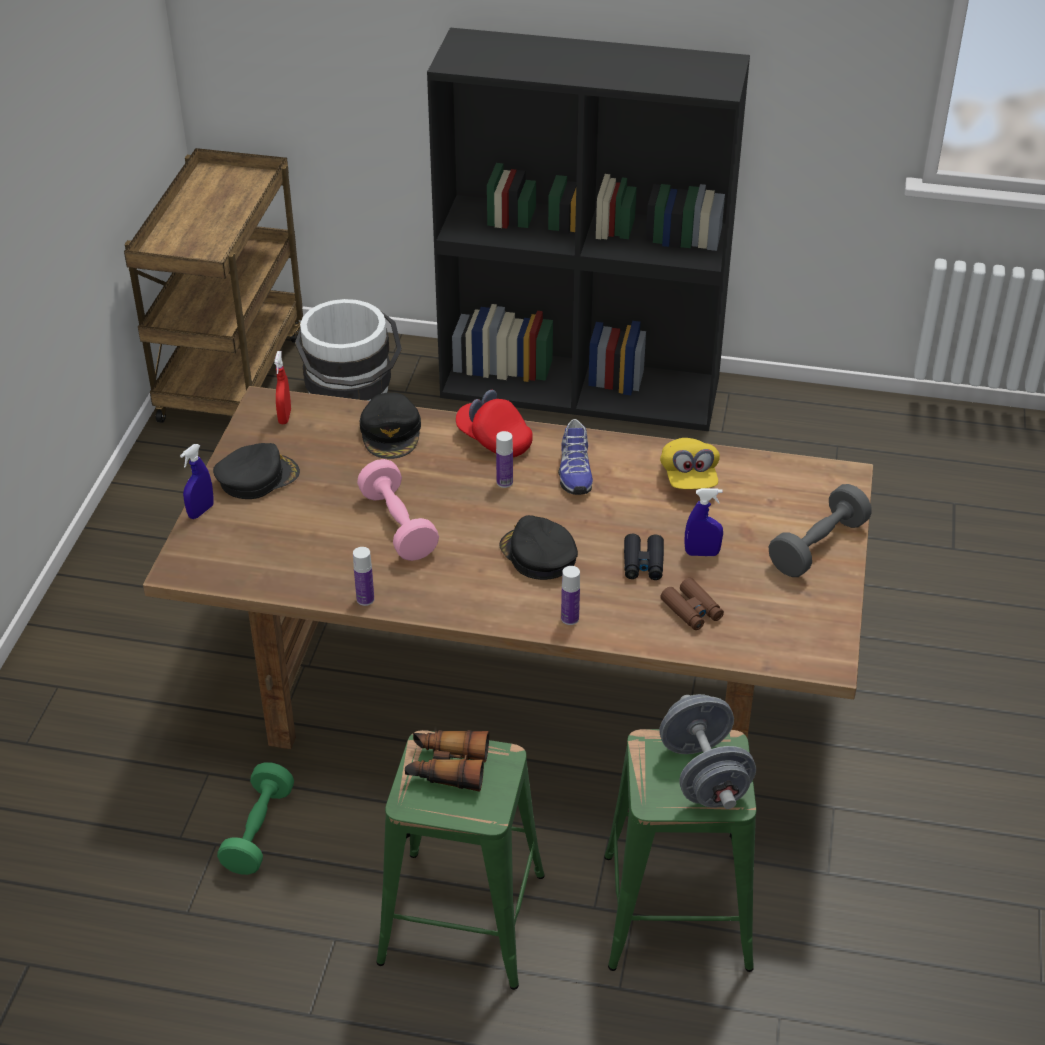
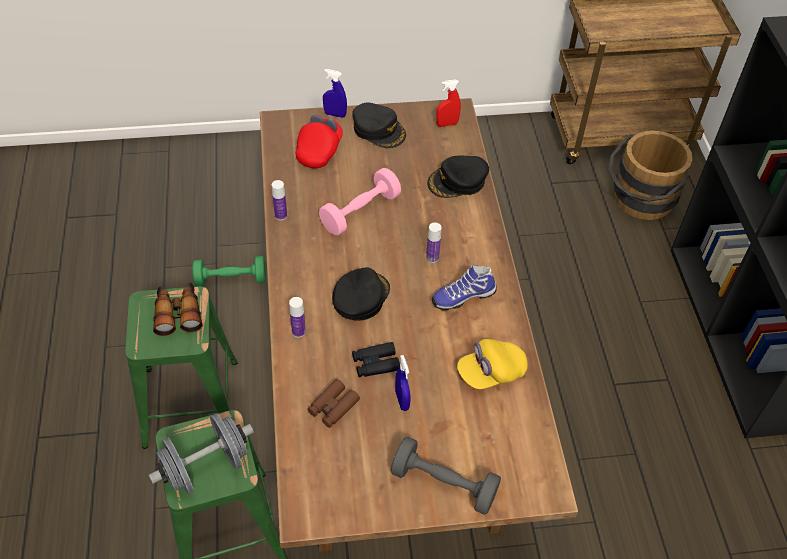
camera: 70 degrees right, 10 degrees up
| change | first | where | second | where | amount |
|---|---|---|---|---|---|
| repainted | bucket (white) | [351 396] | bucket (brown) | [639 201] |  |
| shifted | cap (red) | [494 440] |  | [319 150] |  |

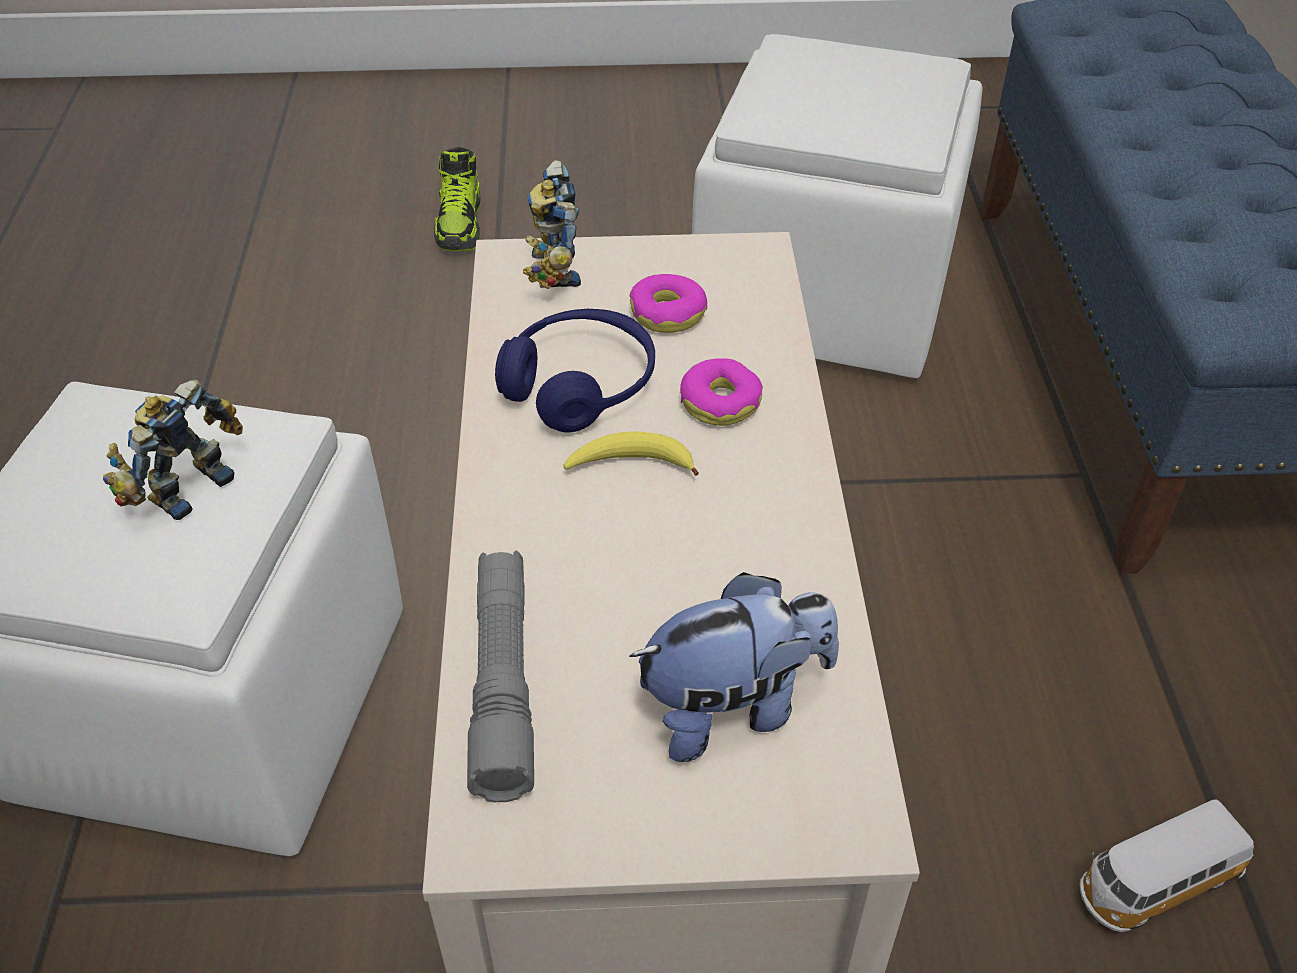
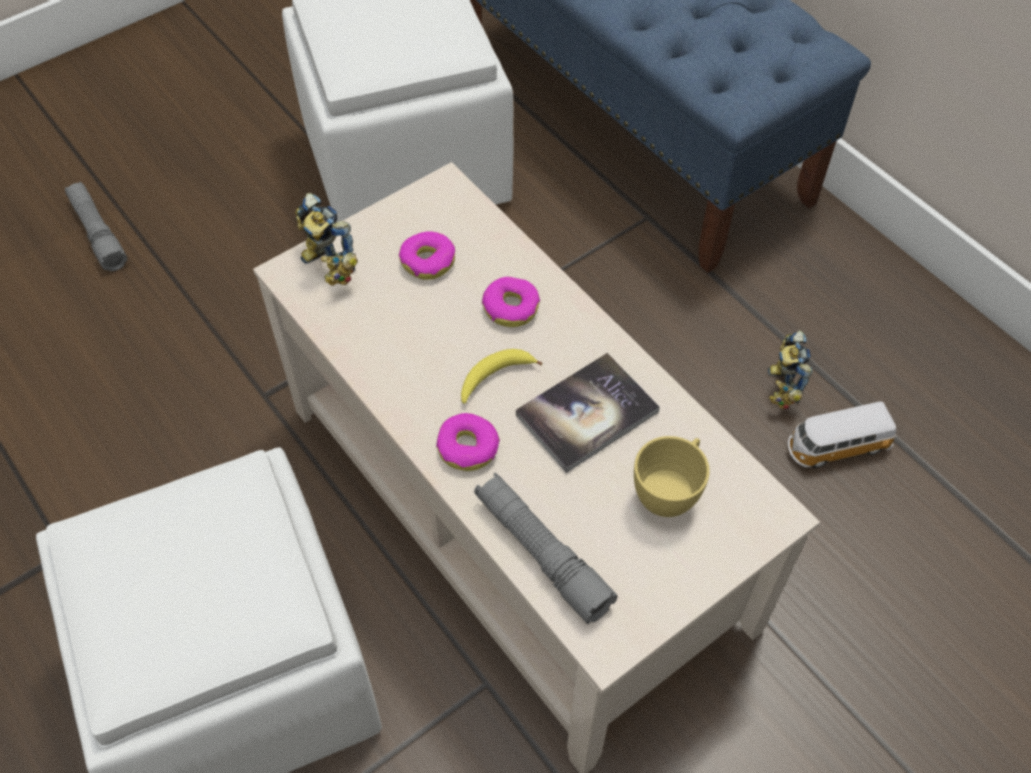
camera: 35 degrees left, 10 degrees up
| change | first | where | second | where | amount |
|---|---|---|---|---|---|
| shifted | toy robot | [185 486] |  | [780 386] |  |
| swapped | shoe | [460 225] | flashlight (grey) | [98 233] |  |
| gone | headphones (blue) | [579 385] |  |  |  |
| swapped | plush toy | [733 707] | cup (yellow) | [670 491] |  |
| rotated | toy car | [1154 884] |  | [835 446] | 45 degrees clockwise |
| new |  |  | donut | [468 448] |  |
| new |  |  | book | [587 413] |  |

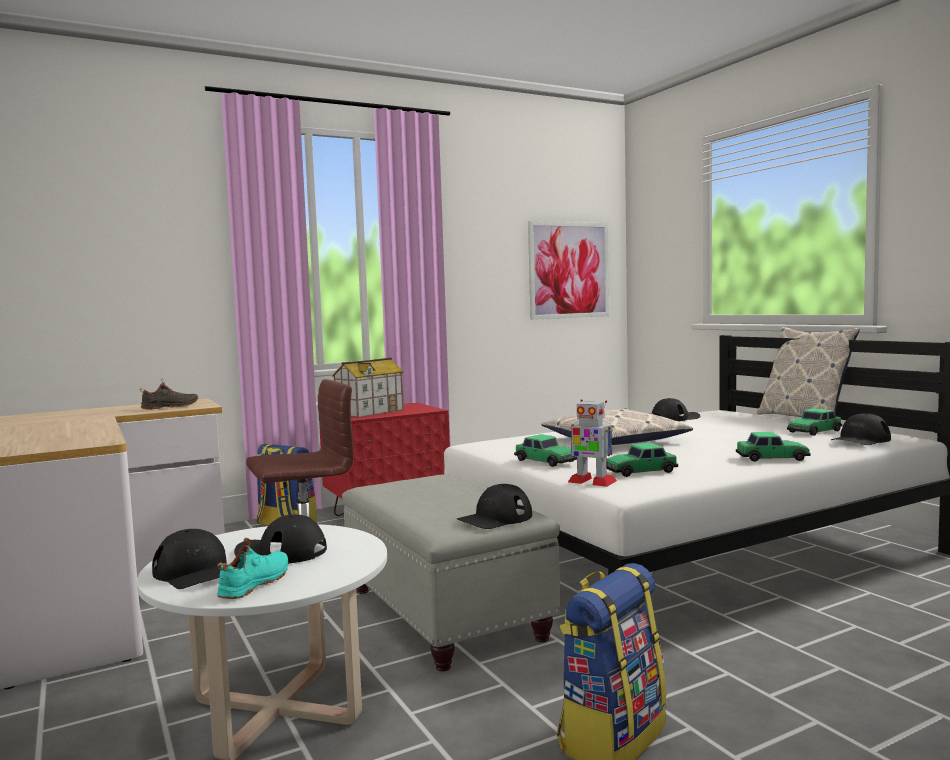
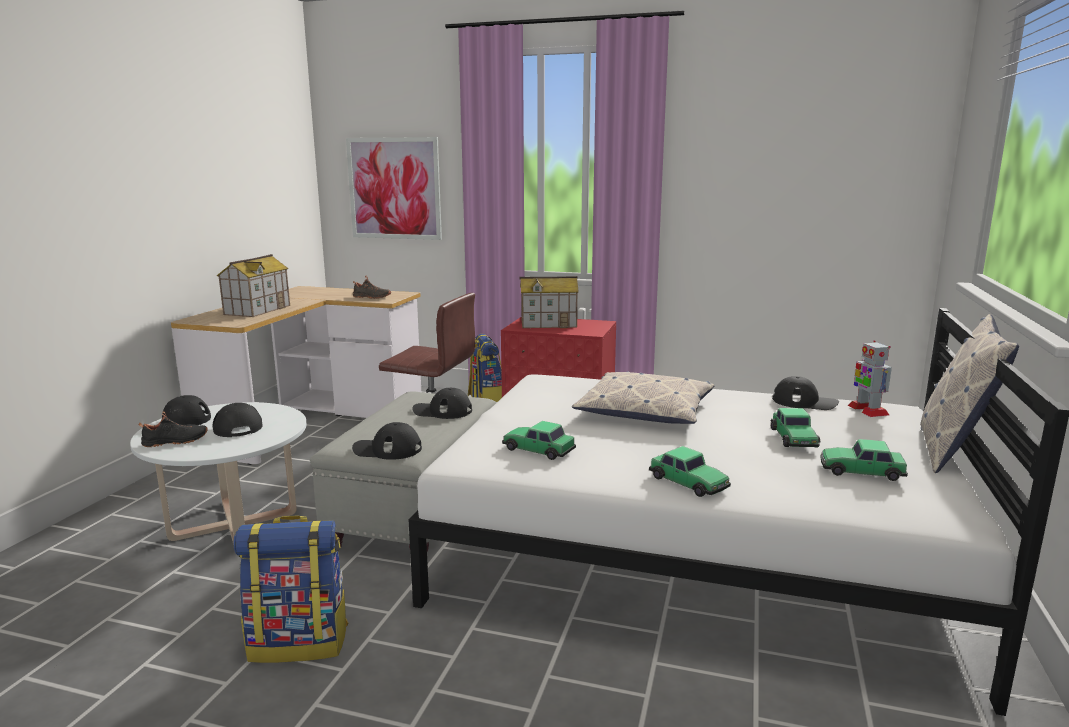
camera: 45 degrees right, 10 degrees up
| change | first | where | second | where | amount |
|---|---|---|---|---|---|
| repainted | shoe (turquoise) | [256 584] | shoe (black) | [175 442] |  |
| shifted | toy car | [546 461] |  | [793 438] |  |
| shifted | picture | [569 270] |  | [394 188] |  |
| shifted | toy robot | [591 481] |  | [867 410] |  |
| shifted | cap (black) | [860 440] |  | [442 411] |  |
| new |  |  | toy house | [257 310] |  |

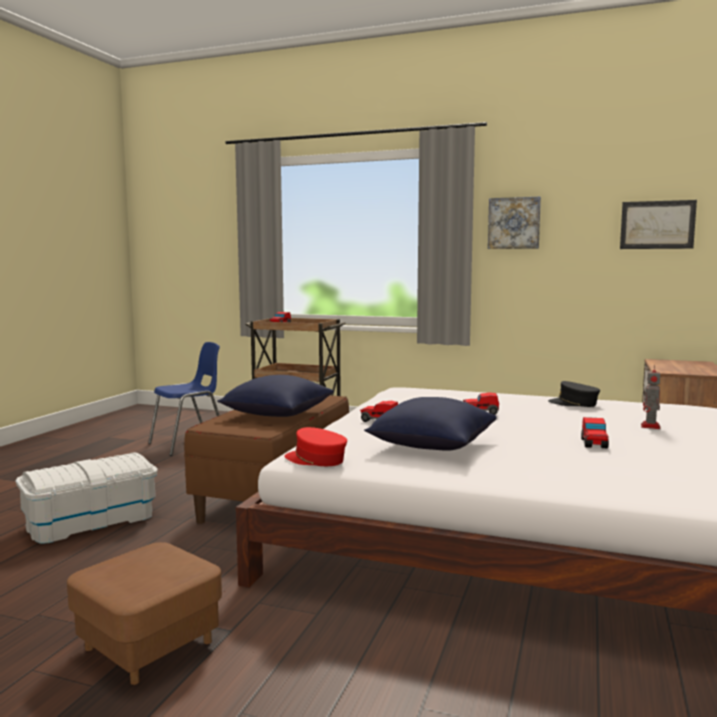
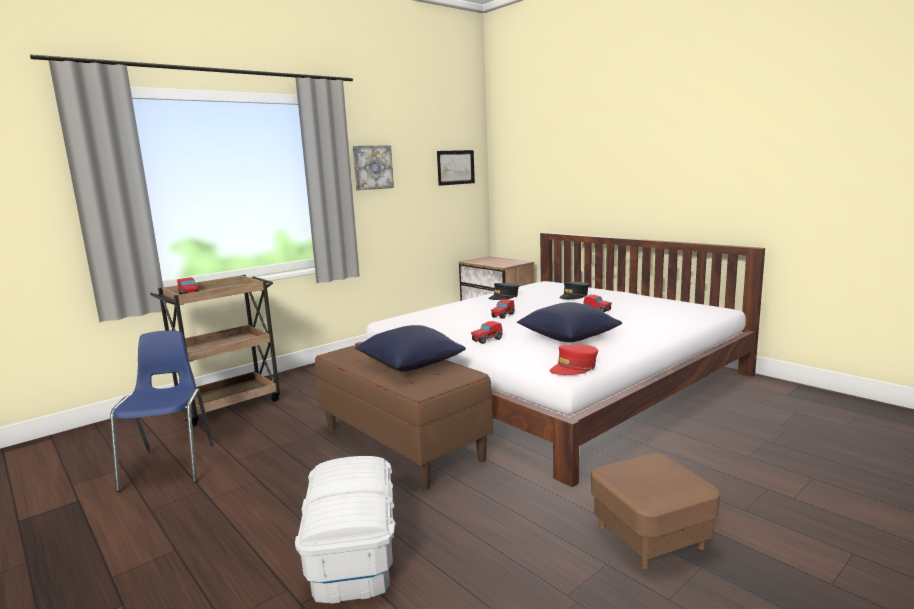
camera: 60 degrees left, 5 degrees up
| change | first | where | second | where | amount |
|---|---|---|---|---|---|
| swapped | toy robot | [650 427] | cap (black) | [574 296] |  |

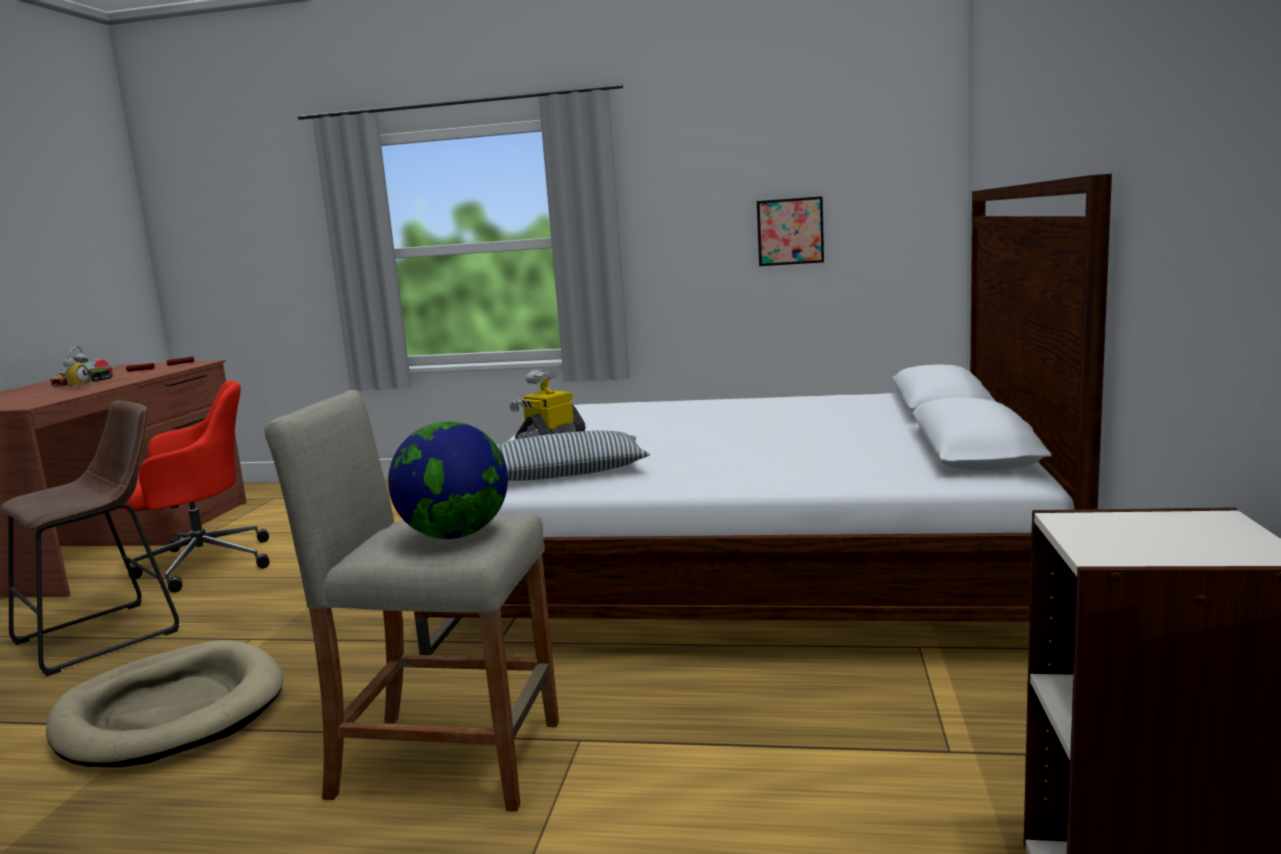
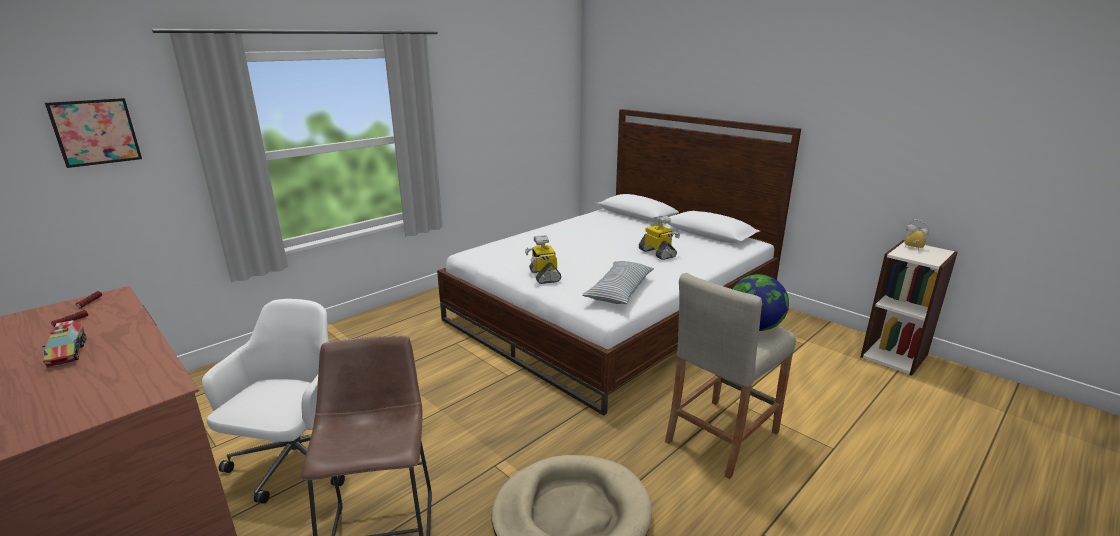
camera: 55 degrees left, 10 degrees up
| change | first | where | second | where | amount |
|---|---|---|---|---|---|
| shifted | alarm clock | [77 387] |  | [912 248] |  |
| repainted | office chair (red) | [201 564] | office chair (white) | [295 462] |  |
| shifted | picture | [790 231] |  | [95 132] |  |
| new |  |  | toy robot | [658 253] |  |

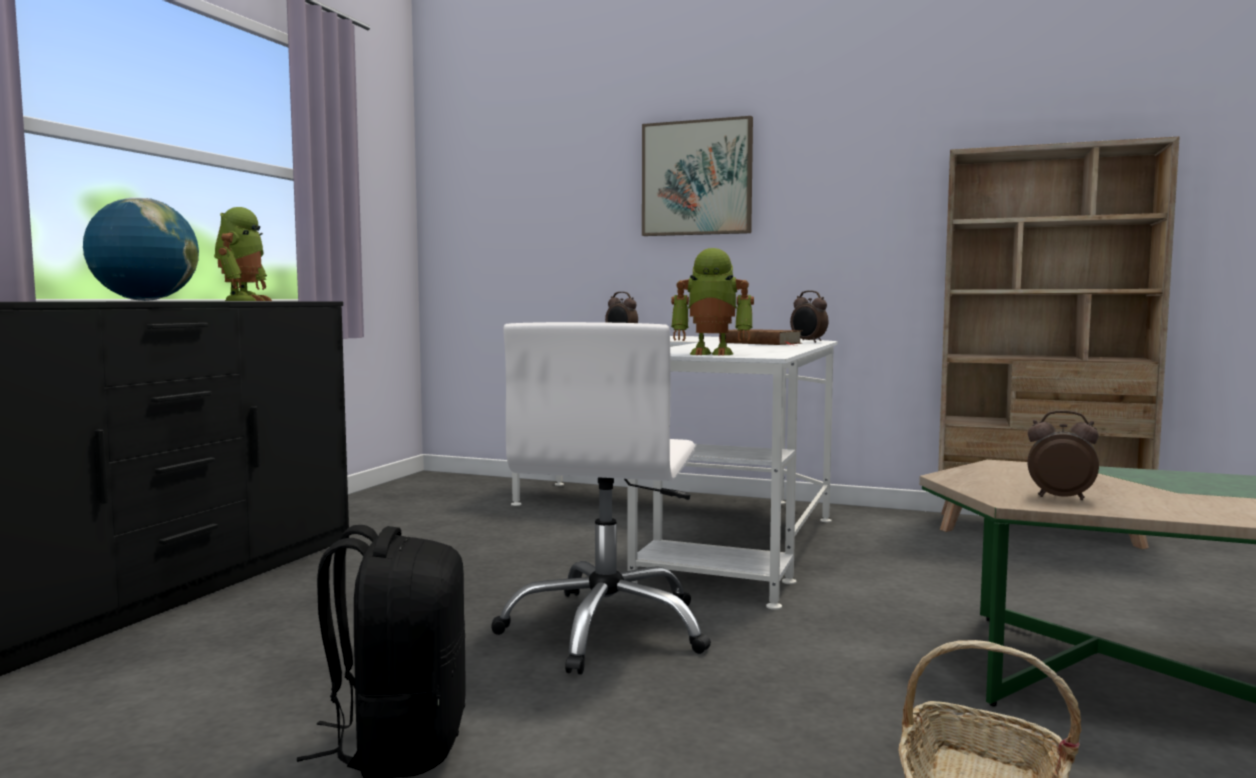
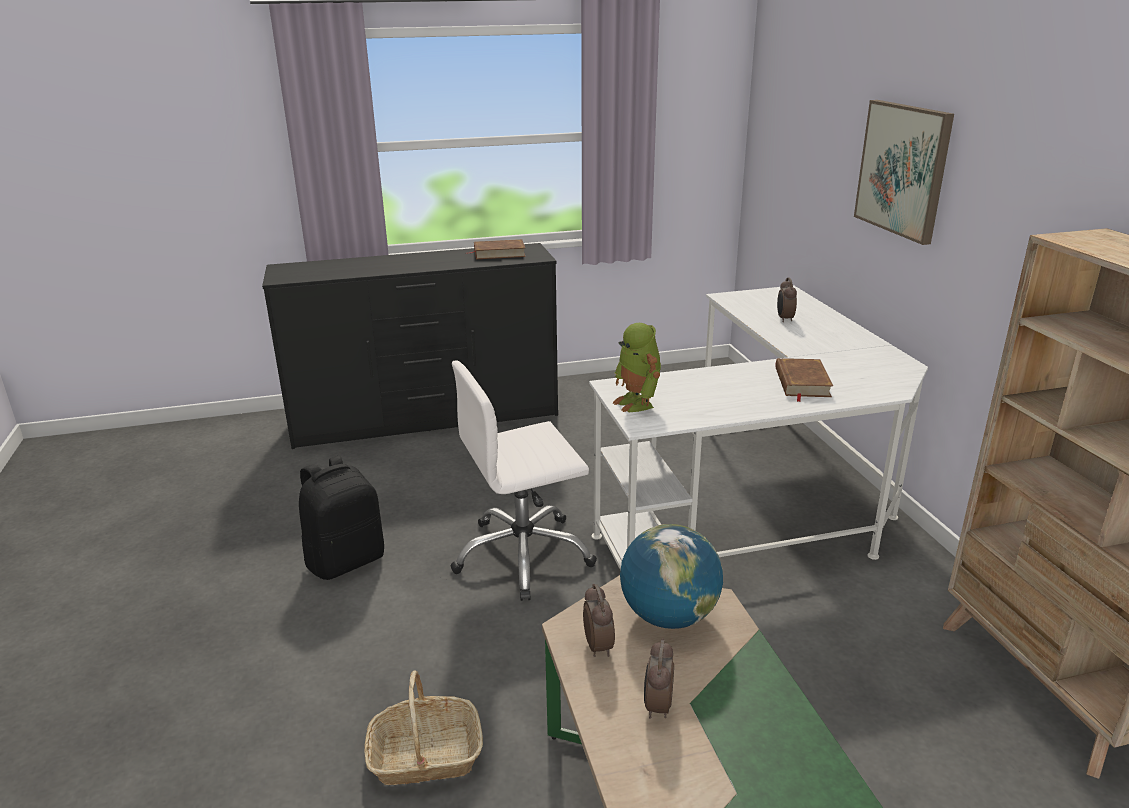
camera: 55 degrees right, 20 degrees up
| change | first | where | second | where | amount |
|---|---|---|---|---|---|
| shifted | globe | [145 301] |  | [669 616] |  |
| swapped | toy robot | [243 300] | book (brown) | [499 253] |  |
| shifted | alarm clock | [808 342] |  | [657 706] |  |

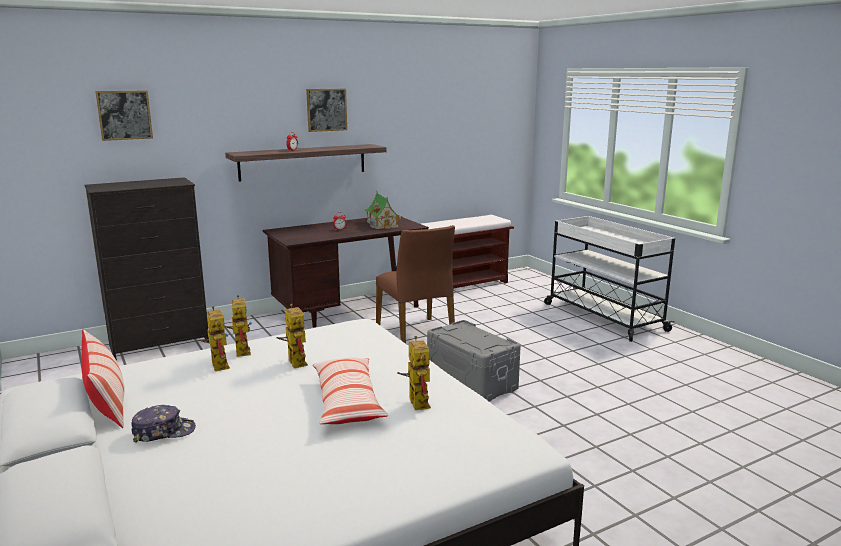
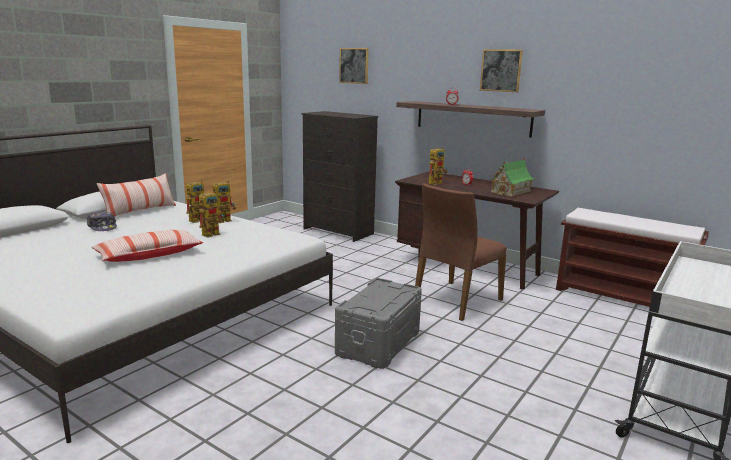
camera: 65 degrees right, 0 degrees up
| change | first | where | second | where | amount |
|---|---|---|---|---|---|
| shifted | toy robot | [415 401] |  | [436 183] |  |

